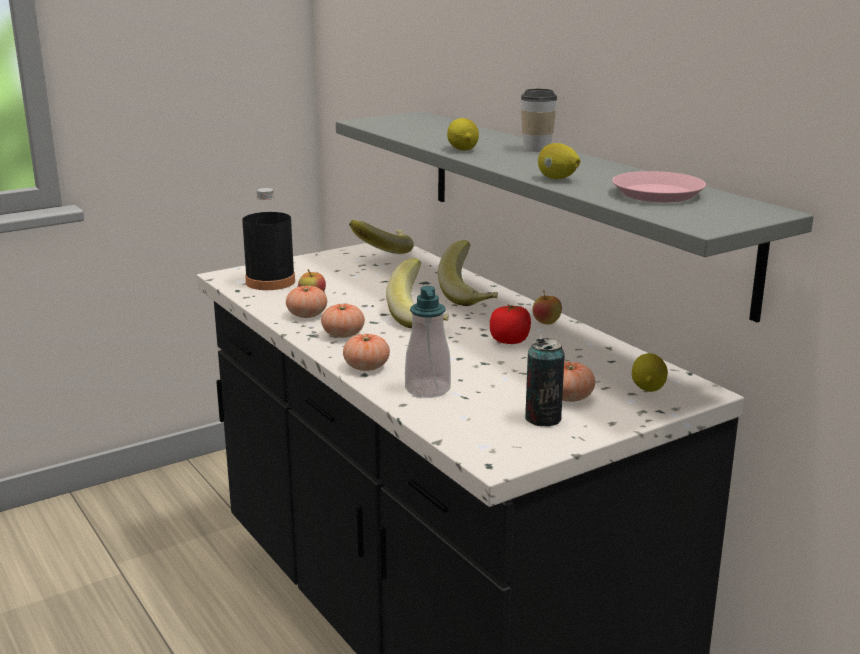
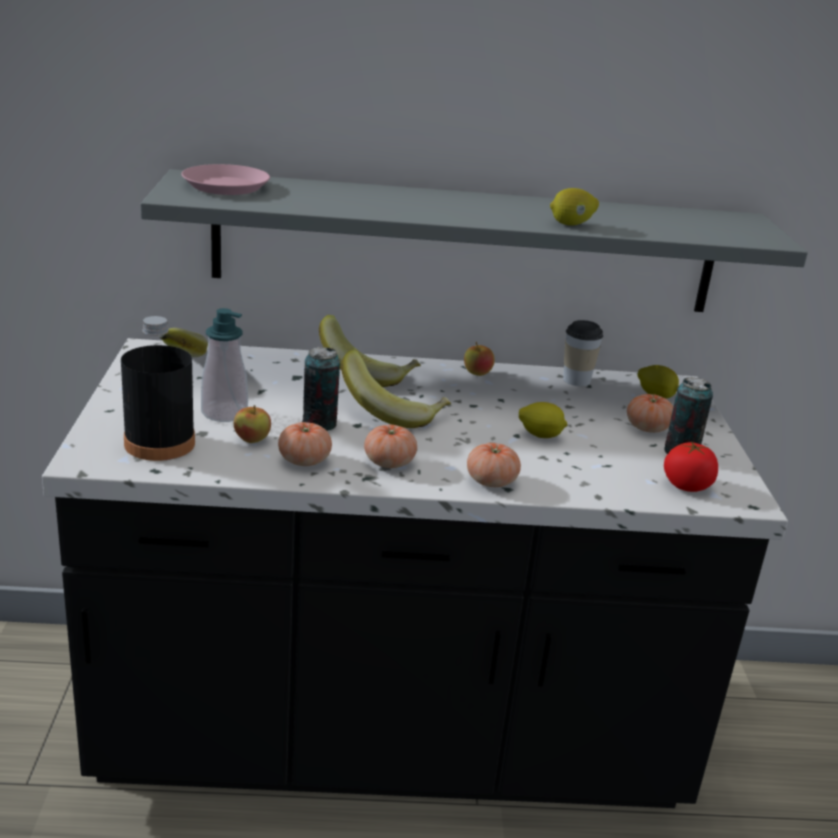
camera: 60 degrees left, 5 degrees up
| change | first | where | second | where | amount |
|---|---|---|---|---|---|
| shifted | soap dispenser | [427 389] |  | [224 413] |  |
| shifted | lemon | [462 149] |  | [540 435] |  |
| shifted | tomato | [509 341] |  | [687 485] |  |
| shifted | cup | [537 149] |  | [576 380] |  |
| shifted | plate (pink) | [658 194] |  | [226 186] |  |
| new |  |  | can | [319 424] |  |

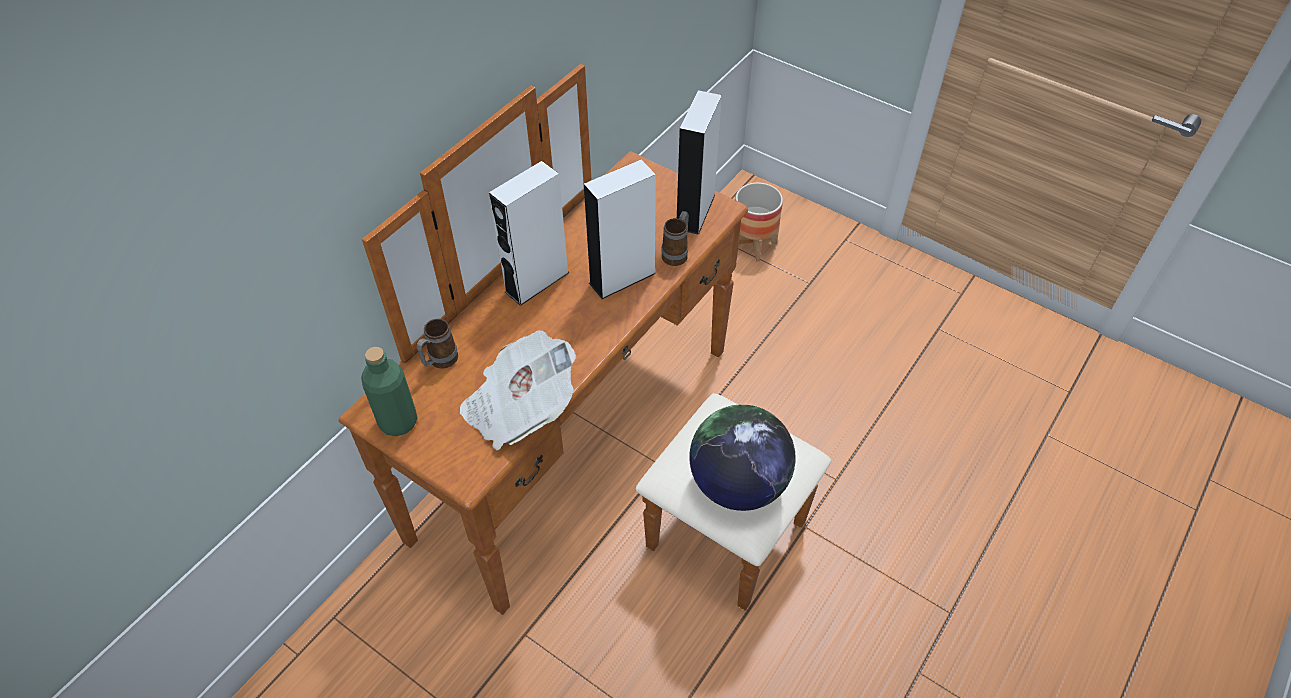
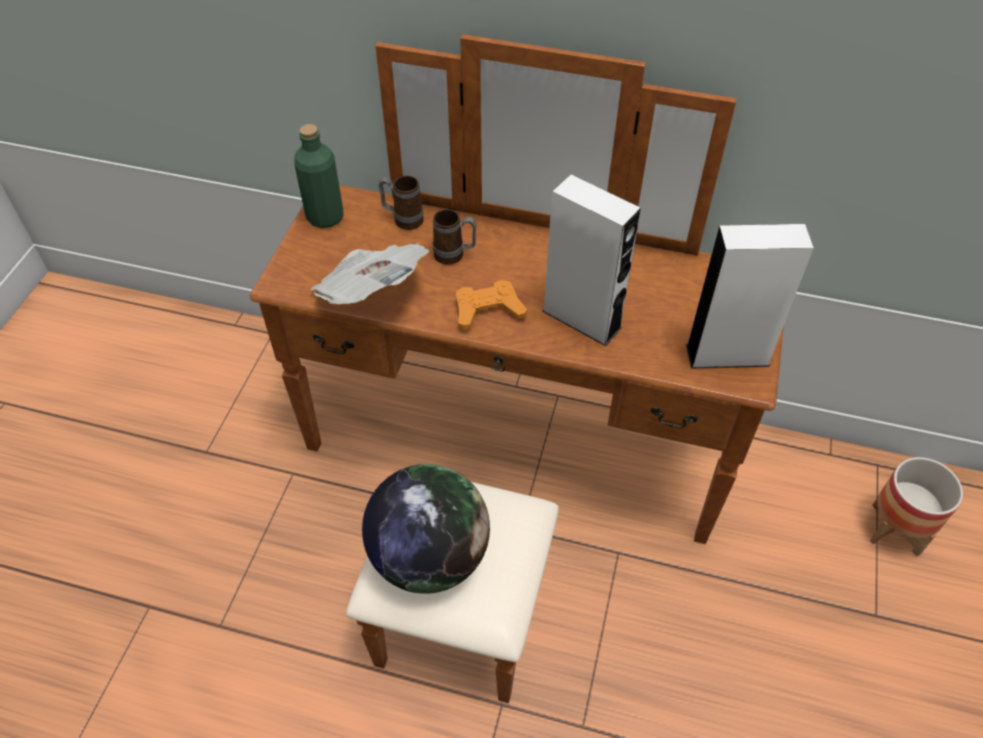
camera: 70 degrees right, 0 degrees up
| change | first | where | second | where | amount |
|---|---|---|---|---|---|
| gone | speaker (white) | [537 282] |  |  |  |
| shifted | mug | [677 253] |  | [455 255] |  |
| new |  |  | game controller (orange) | [488 310] |  |

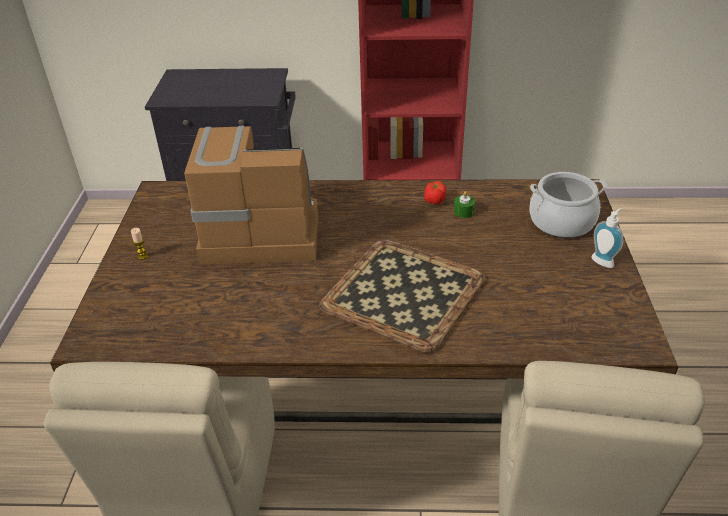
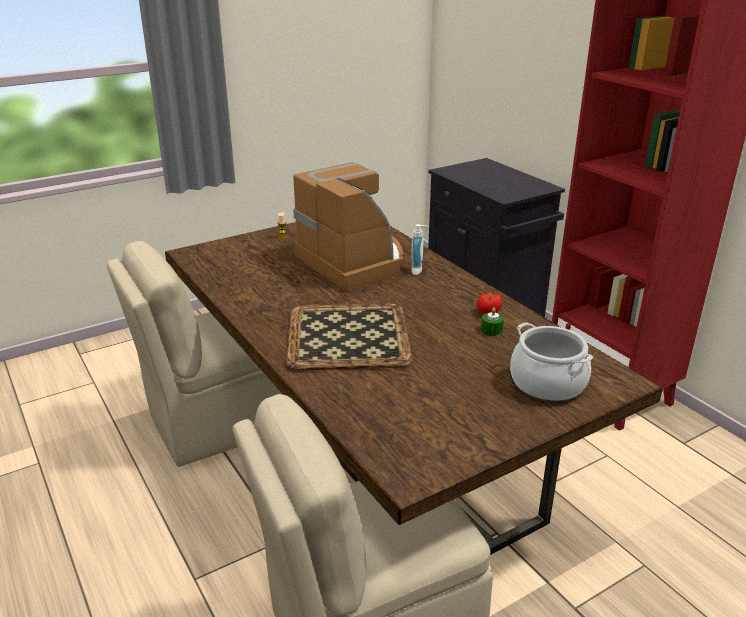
camera: 55 degrees right, 10 degrees down
| change | first | where | second | where | amount |
|---|---|---|---|---|---|
| shifted | soap dispenser | [604 260] |  | [419 271] |  |

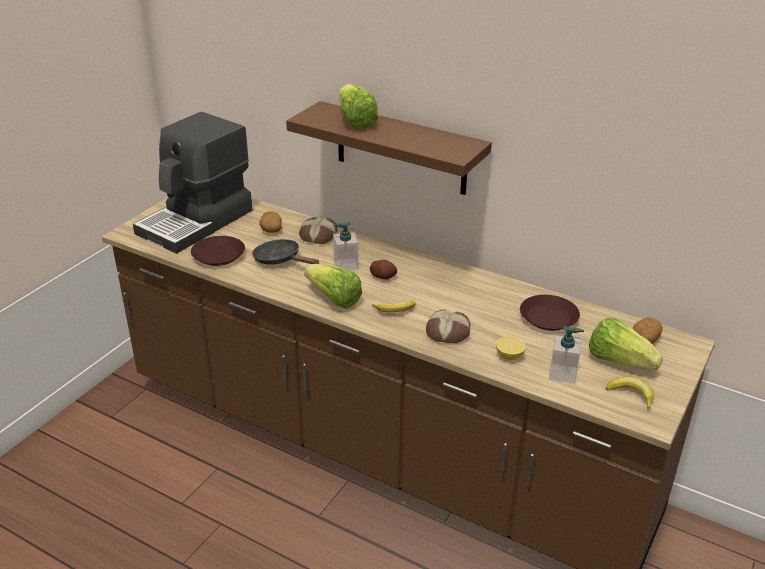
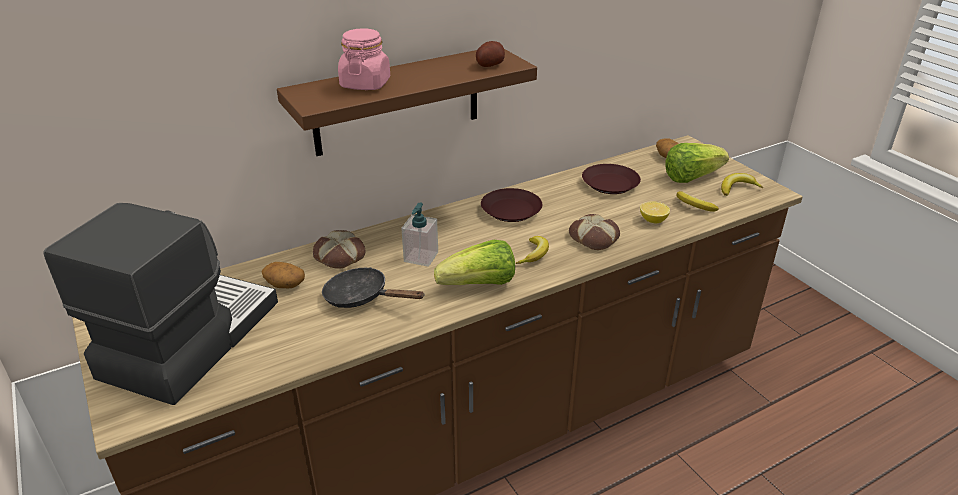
camera: 60 degrees left, 0 degrees up
| change | first | where | second | where | amount |
|---|---|---|---|---|---|
| rotated | coffee machine | [197 222] |  | [188 339] | 135 degrees counterclockwise |
| shifted | plate (brown) | [218 255] |  | [511 210] |  |
| rotated | frying pan (black) | [280 260] |  | [362 297] | 45 degrees clockwise |
| swapped | lettuce | [355 121] | jar (pink) | [365 84] |  |
| shifted | potato | [383 277] |  | [489 65] |  |
| swapped | soap dispenser | [563 373] | banana | [693 205] |  |

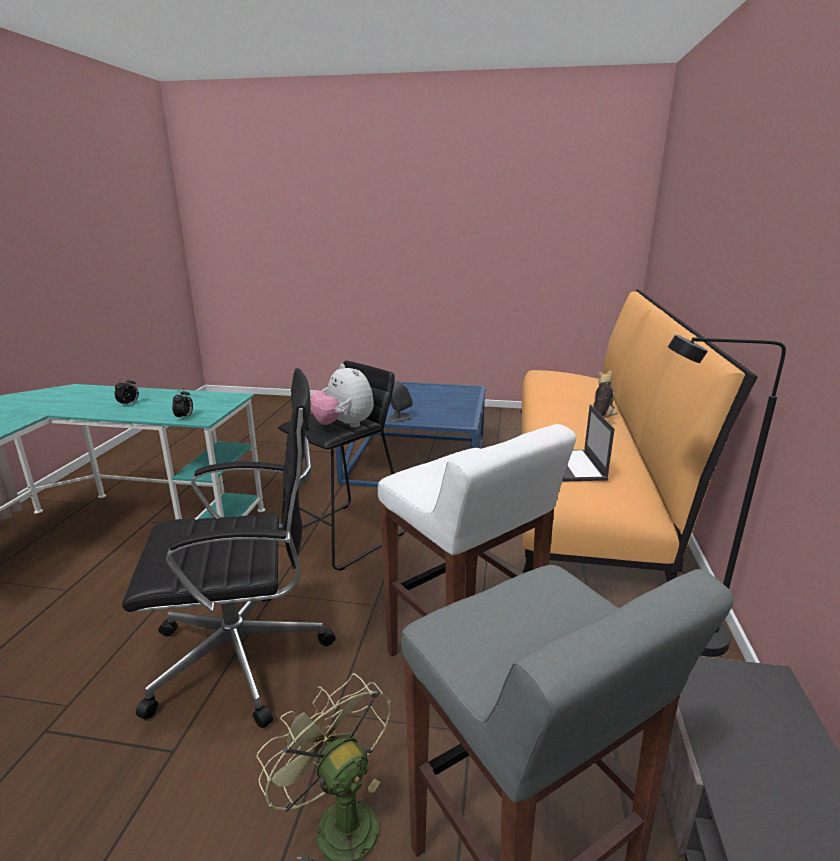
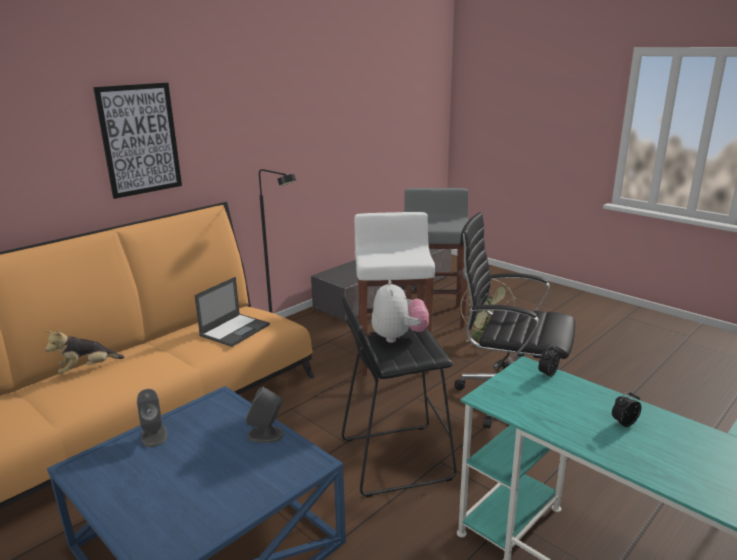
camera: 145 degrees left, 0 degrees up
| change | first | where | second | where | amount |
|---|---|---|---|---|---|
| new |  |  | picture | [140 139] |  |
| new |  |  | speaker (grey) | [154 435] |  |

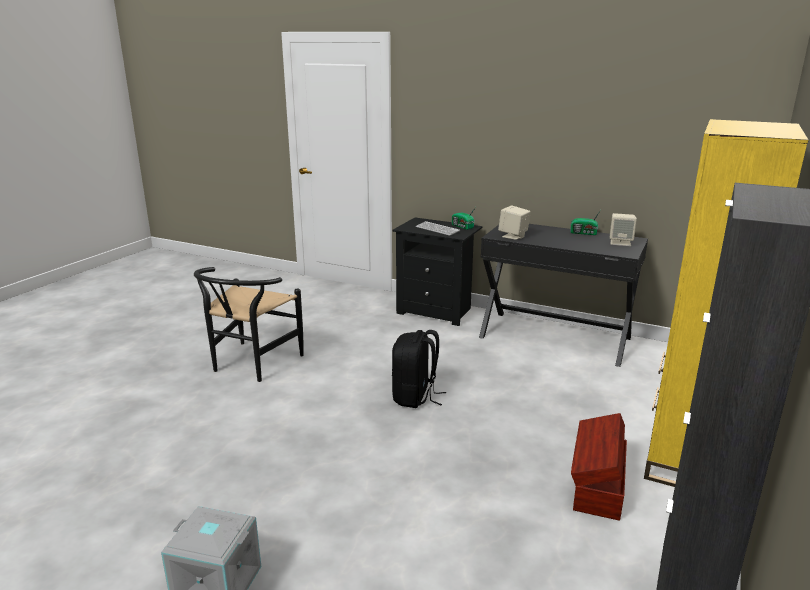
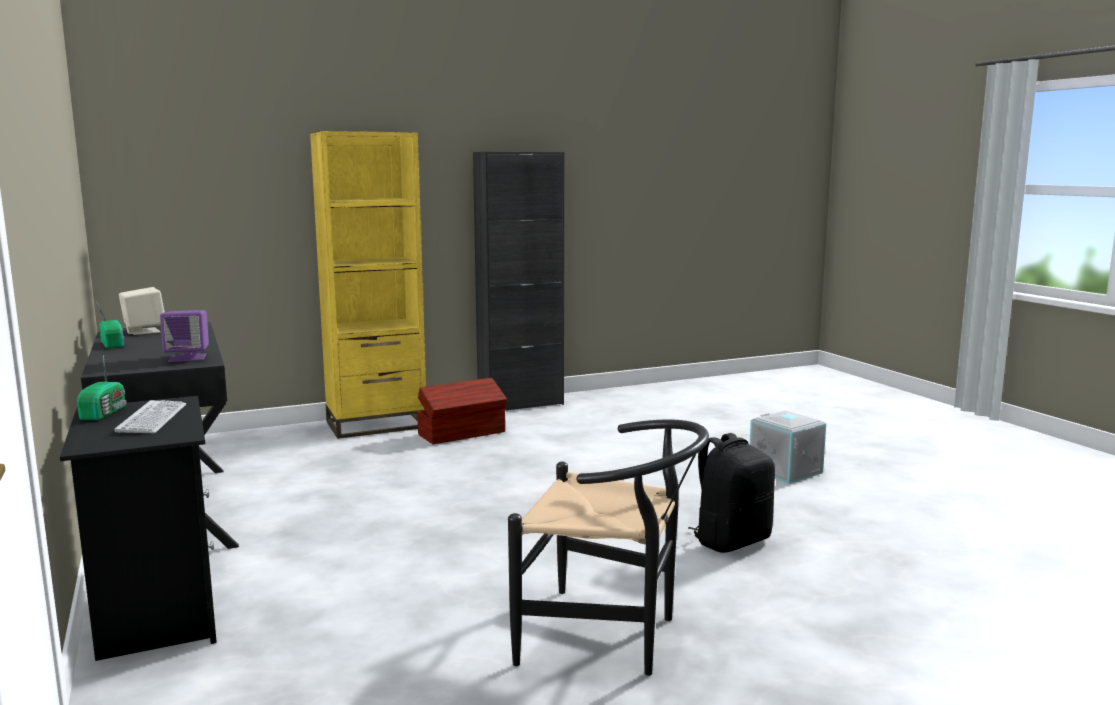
camera: 140 degrees left, 10 degrees down
| change | first | where | second | where | amount |
|---|---|---|---|---|---|
| rotated | chair (black) | [251 365] |  | [611 637] | 45 degrees clockwise |
| shifted | backpack (black) | [415 397] |  | [731 540] |  |
| repainted | speaker (beige) | [513 236] | speaker (purple) | [188 358] |  |

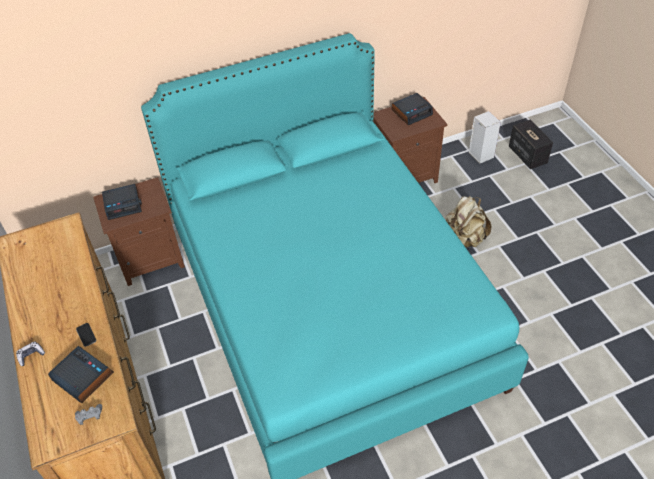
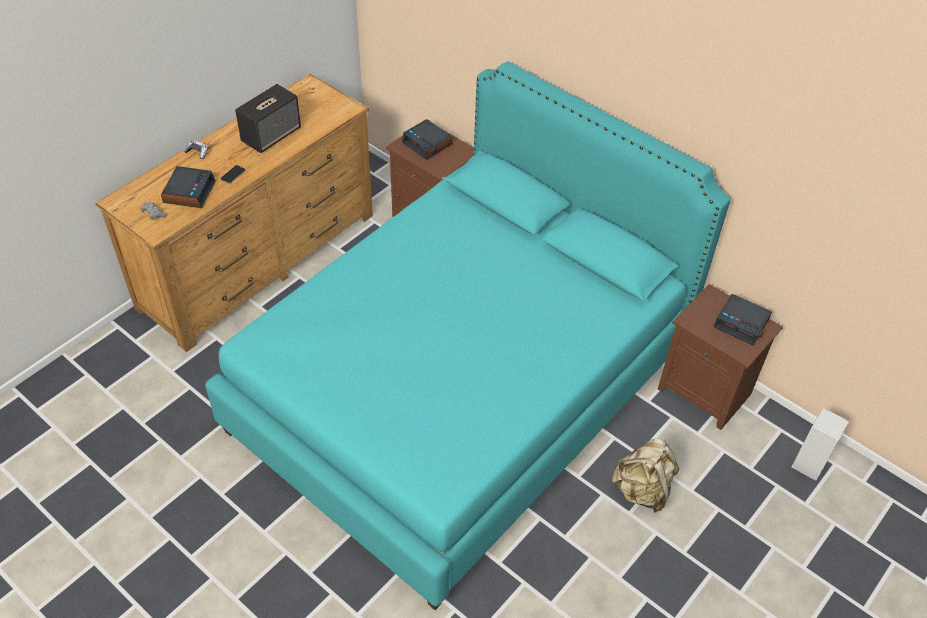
camera: 60 degrees right, 0 degrees up
| change | first | where | second | where | amount |
|---|---|---|---|---|---|
| shifted | speaker | [527 155] |  | [271 135] |  |

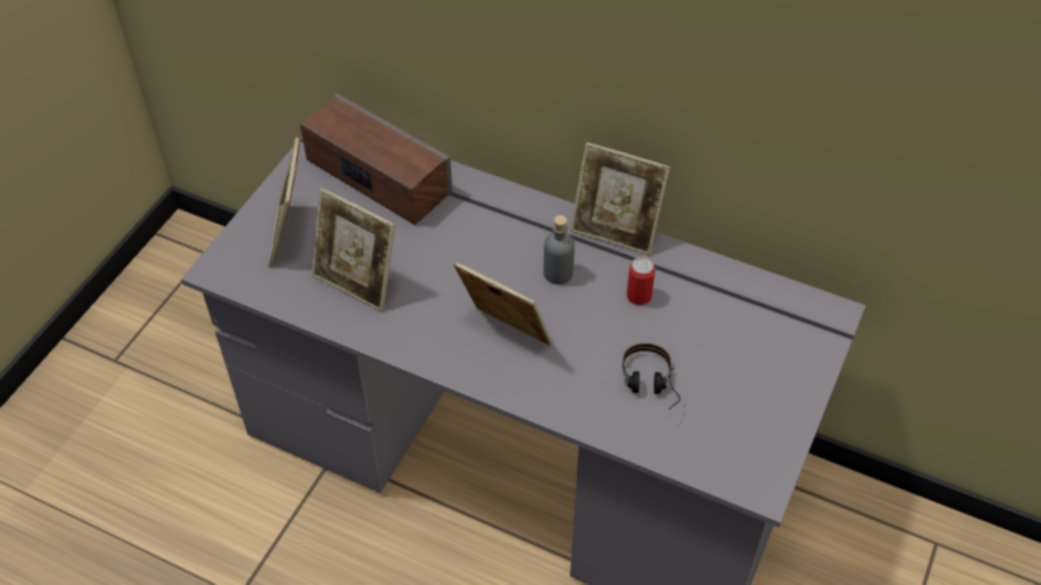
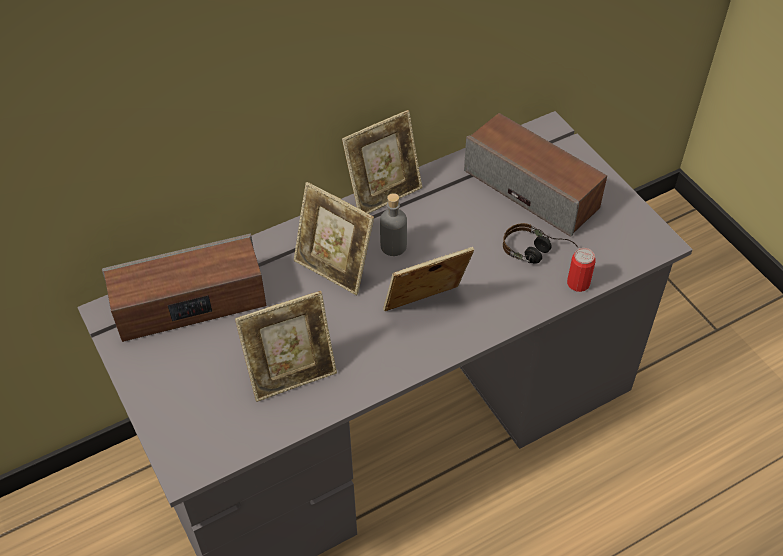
camera: 55 degrees left, 0 degrees up
| change | first | where | second | where | amount |
|---|---|---|---|---|---|
| shifted | picture frame | [290 236] |  | [334 268] |  |
| shifted | can | [639 296] |  | [578 283] |  |
| new |  |  | speaker | [531 189] |  |

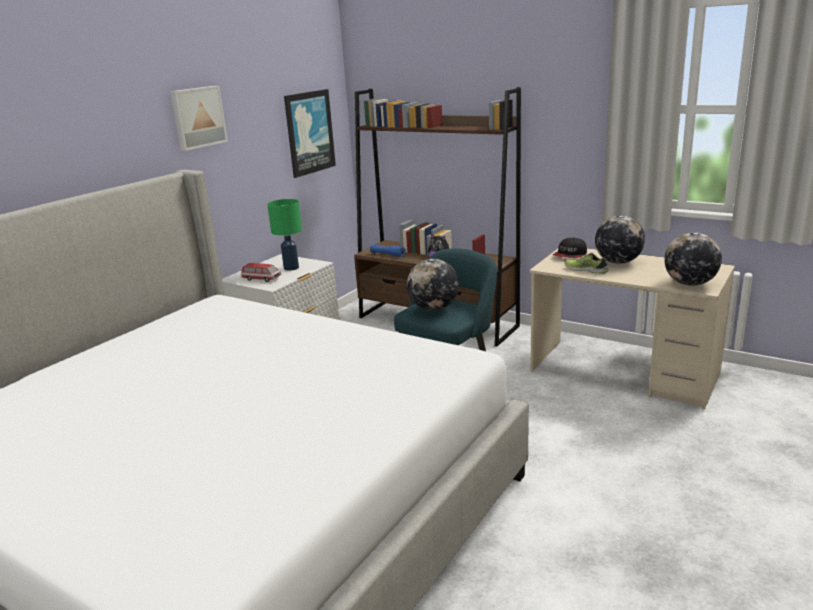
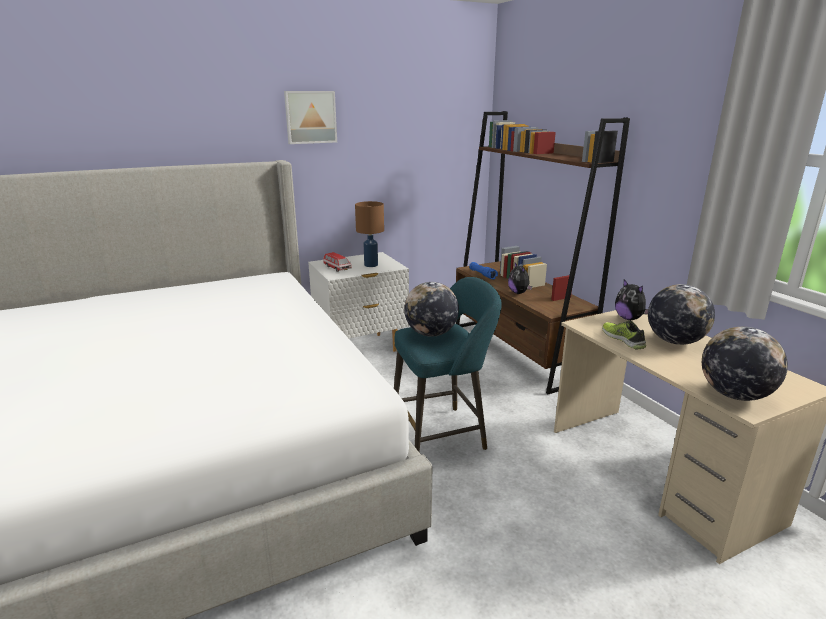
camera: 30 degrees right, 0 degrees up
| change | first | where | second | where | amount |
|---|---|---|---|---|---|
| repainted | table lamp (green) | [291 268] | table lamp (brown) | [371 265] |  |
| gone | picture | [309 132] |  |  |  |
| swapped | cap | [570 255] | plush toy | [629 318] |  |

